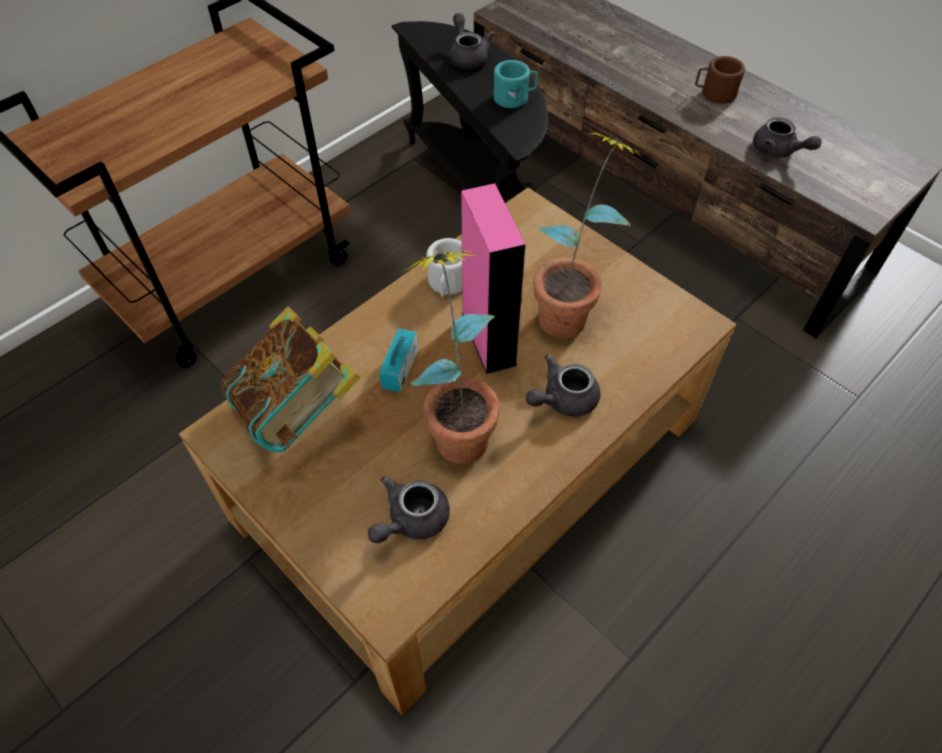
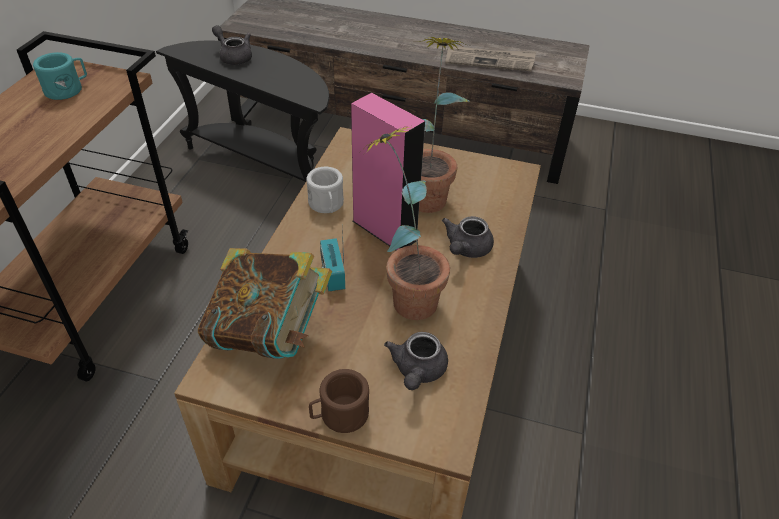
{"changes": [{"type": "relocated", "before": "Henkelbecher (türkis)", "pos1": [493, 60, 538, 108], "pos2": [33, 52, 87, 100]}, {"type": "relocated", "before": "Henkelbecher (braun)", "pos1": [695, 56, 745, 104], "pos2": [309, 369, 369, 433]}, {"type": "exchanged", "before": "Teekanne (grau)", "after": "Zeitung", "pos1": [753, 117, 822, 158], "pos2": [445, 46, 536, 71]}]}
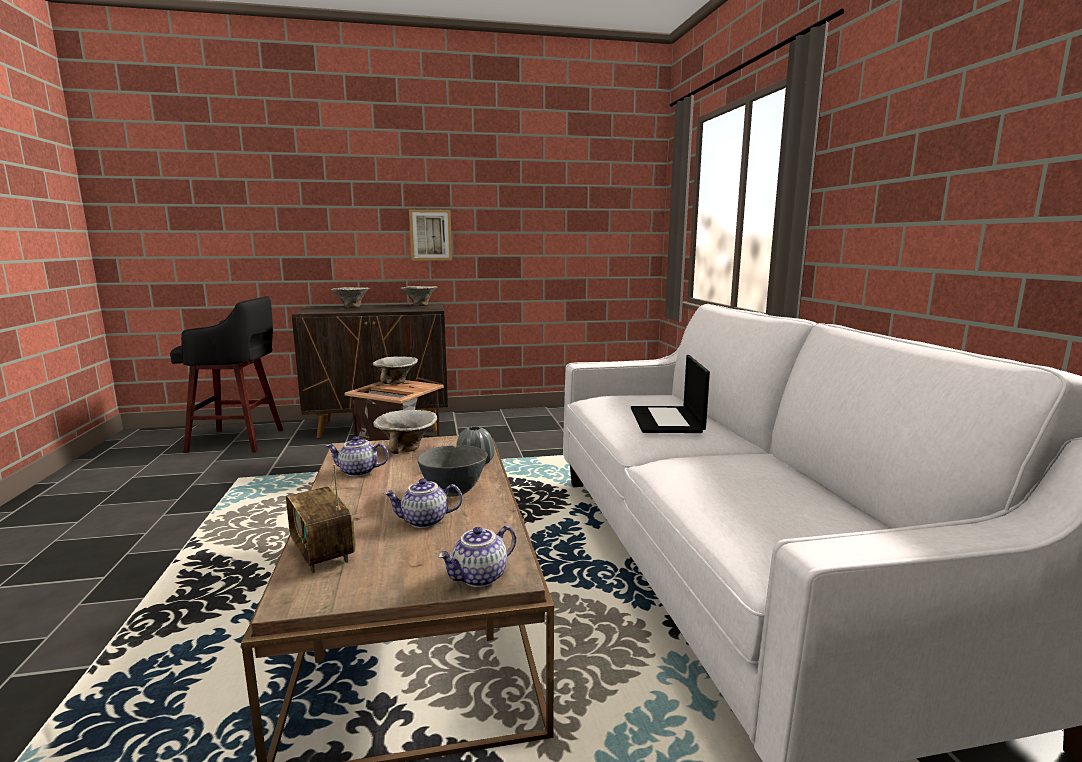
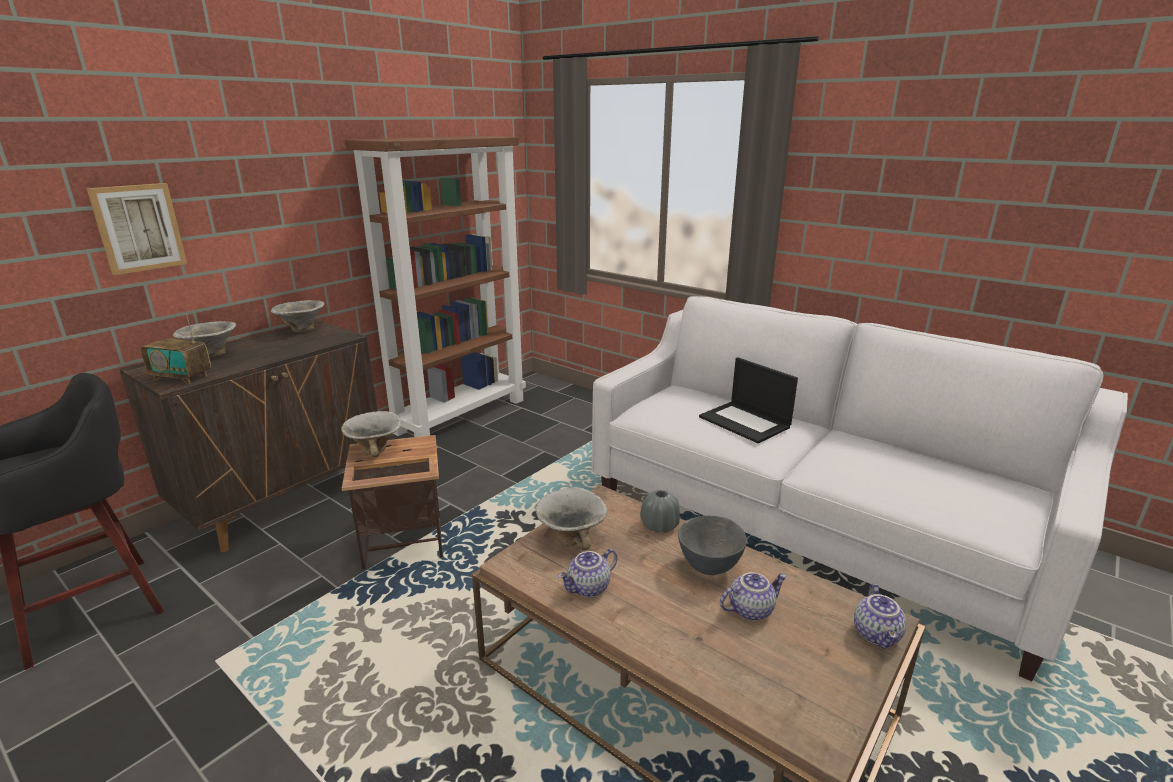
{"changes": [{"type": "relocated", "before": "Radio", "pos1": [286, 464, 355, 573], "pos2": [141, 314, 211, 384]}, {"type": "spun", "before": "Teekanne", "pos1": [384, 478, 463, 528], "pos2": [720, 572, 787, 621], "turn": -150}, {"type": "relocated", "before": "Bild", "pos1": [409, 209, 452, 261], "pos2": [87, 183, 187, 275]}, {"type": "appeared", "after": "Bücherregal (braun)", "pos2": [345, 136, 526, 437]}]}
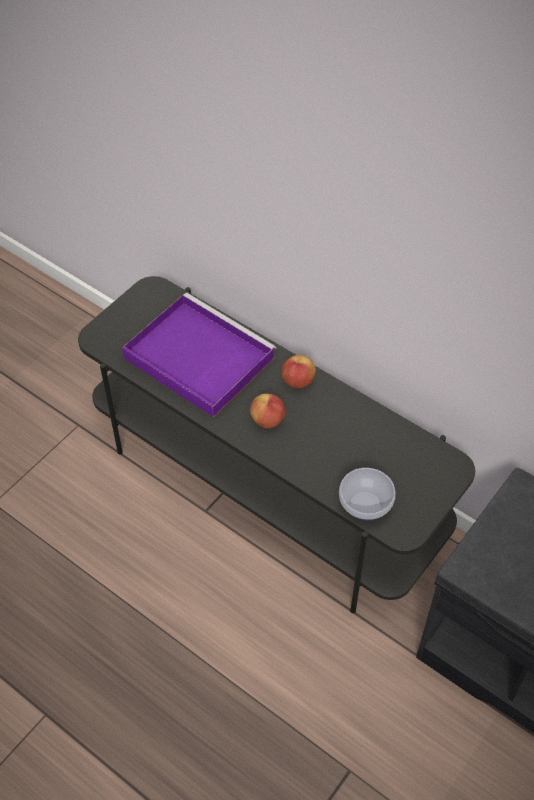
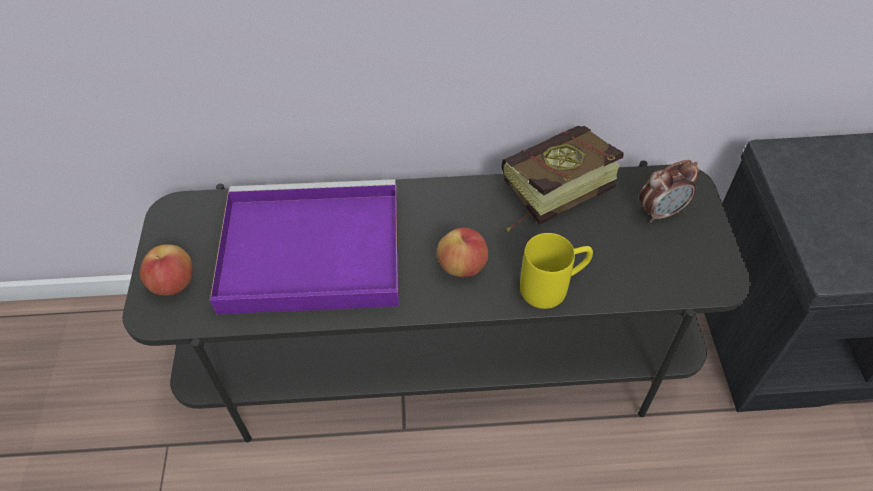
{"changes": [{"type": "relocated", "before": "Apfel", "pos1": [282, 355, 316, 388], "pos2": [139, 244, 193, 295]}, {"type": "missing", "before": "Schüssel", "pos1": [339, 468, 395, 521]}, {"type": "appeared", "after": "Buch", "pos2": [502, 126, 624, 232]}, {"type": "appeared", "after": "Henkelbecher (gelb)", "pos2": [520, 233, 593, 309]}, {"type": "appeared", "after": "Wecker", "pos2": [639, 160, 700, 223]}]}
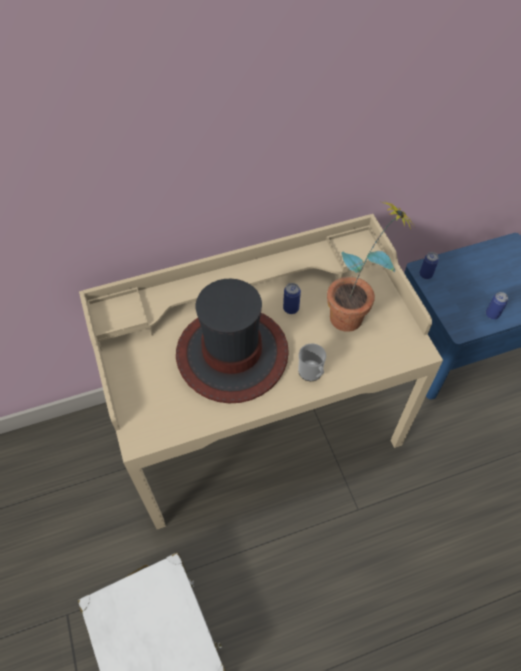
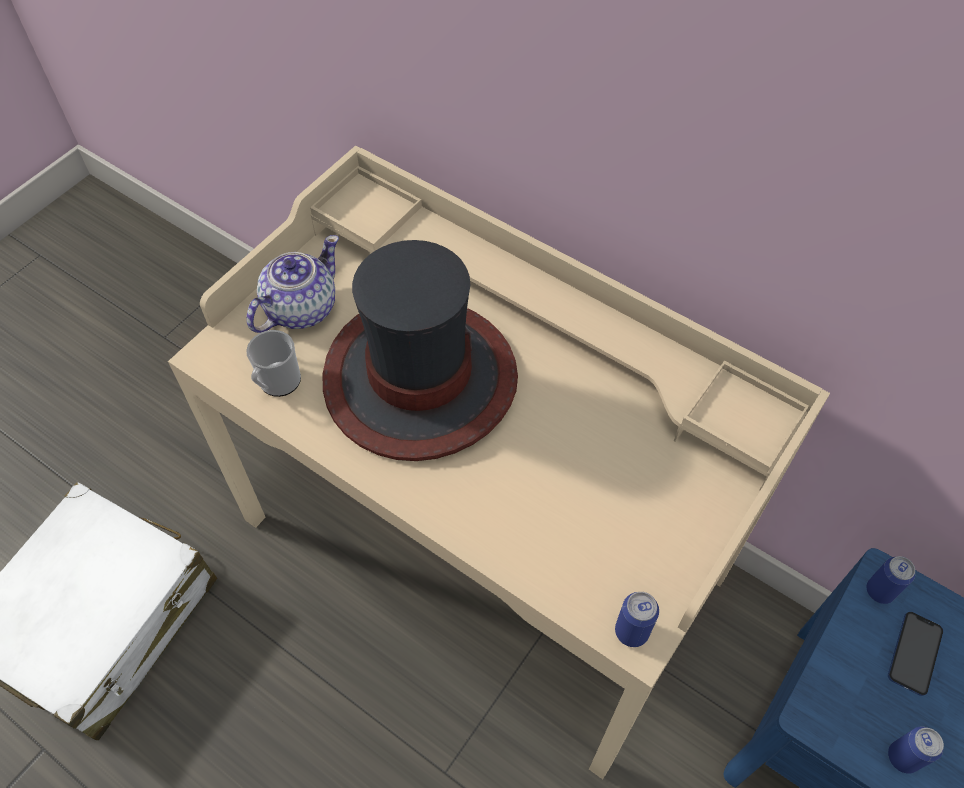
{"changes": [{"type": "relocated", "before": "Dose", "pos1": [283, 283, 301, 314], "pos2": [615, 592, 659, 647]}, {"type": "relocated", "before": "Henkelbecher", "pos1": [298, 343, 326, 381], "pos2": [246, 330, 301, 397]}, {"type": "missing", "before": "Topfpflanze", "pos1": [327, 198, 413, 332]}, {"type": "appeared", "after": "Teekanne", "pos2": [246, 235, 339, 333]}, {"type": "appeared", "after": "Handy", "pos2": [888, 612, 943, 696]}]}
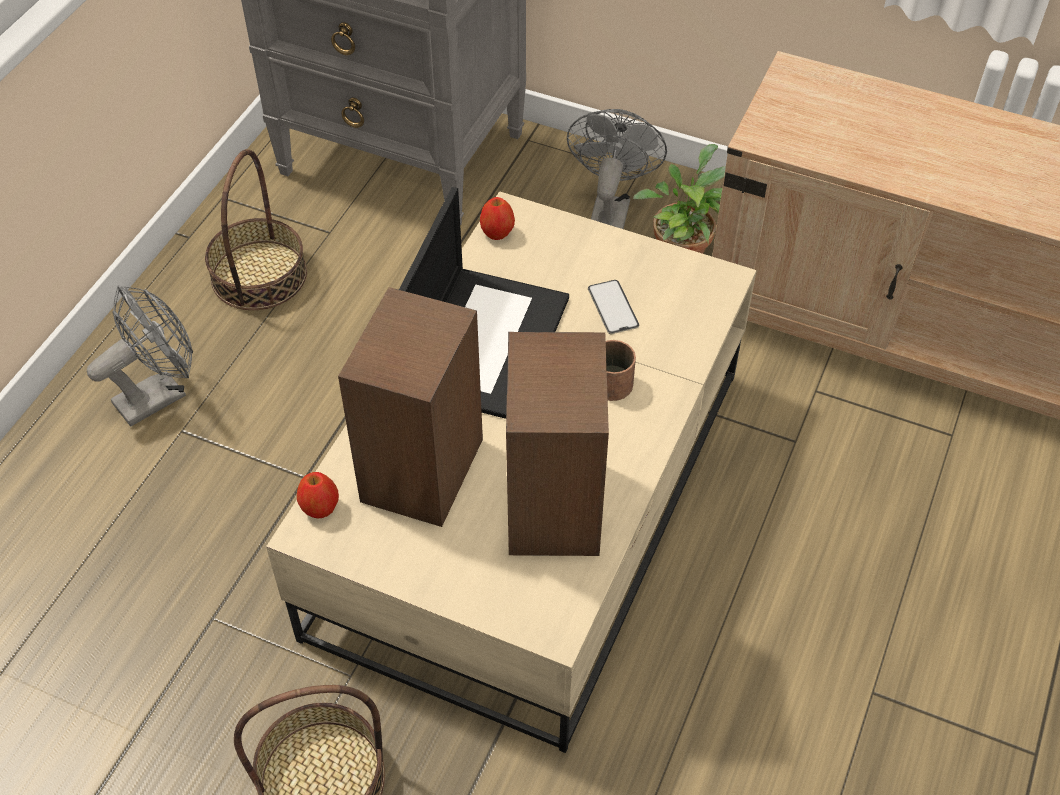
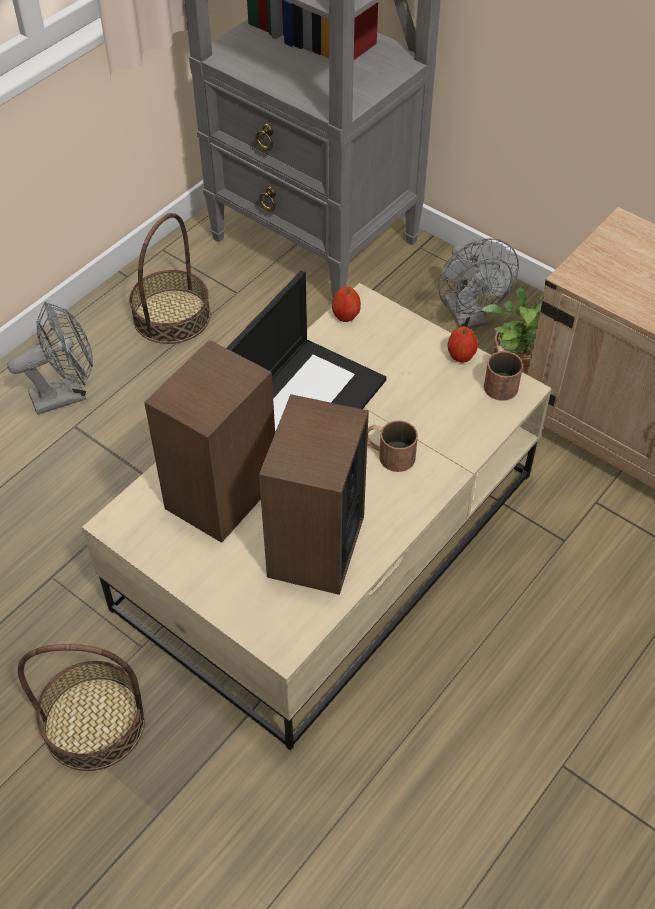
{"changes": [{"type": "relocated", "before": "Apfel", "pos1": [297, 472, 339, 519], "pos2": [447, 326, 478, 363]}, {"type": "spun", "before": "Ventilator (grau)", "pos1": [567, 109, 667, 229], "pos2": [438, 238, 519, 329], "turn": 135}, {"type": "missing", "before": "Handy", "pos1": [588, 280, 639, 334]}, {"type": "appeared", "after": "Henkelbecher (braun)", "pos2": [484, 345, 523, 401]}]}
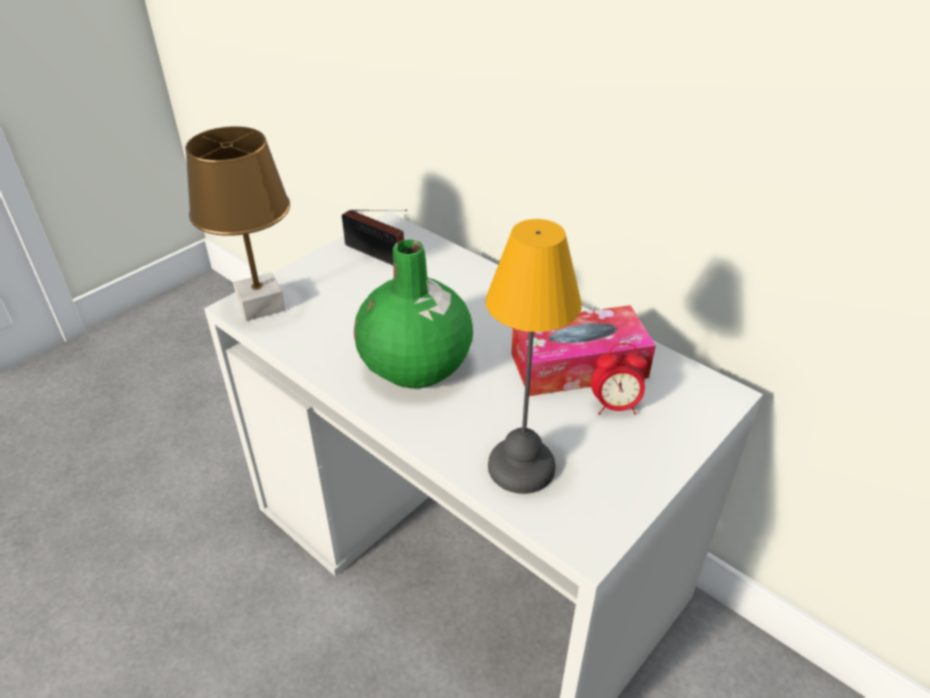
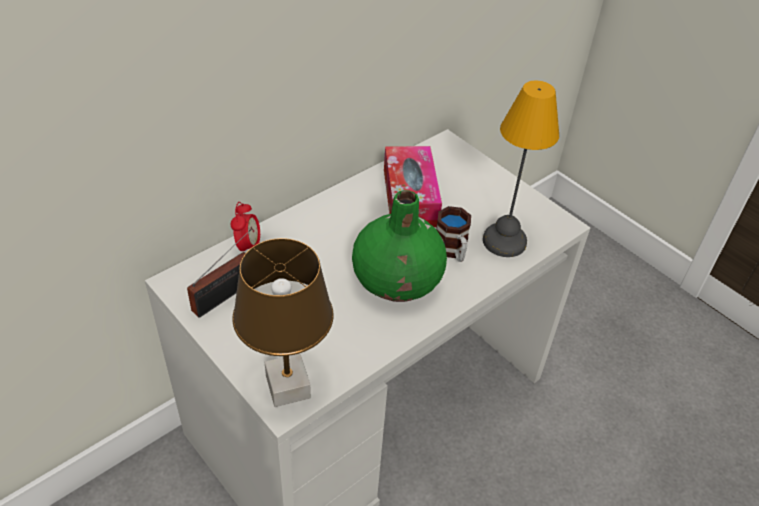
{"changes": [{"type": "relocated", "before": "Wecker", "pos1": [591, 343, 647, 415], "pos2": [231, 202, 260, 251]}, {"type": "appeared", "after": "Henkelbecher", "pos2": [436, 206, 471, 262]}]}
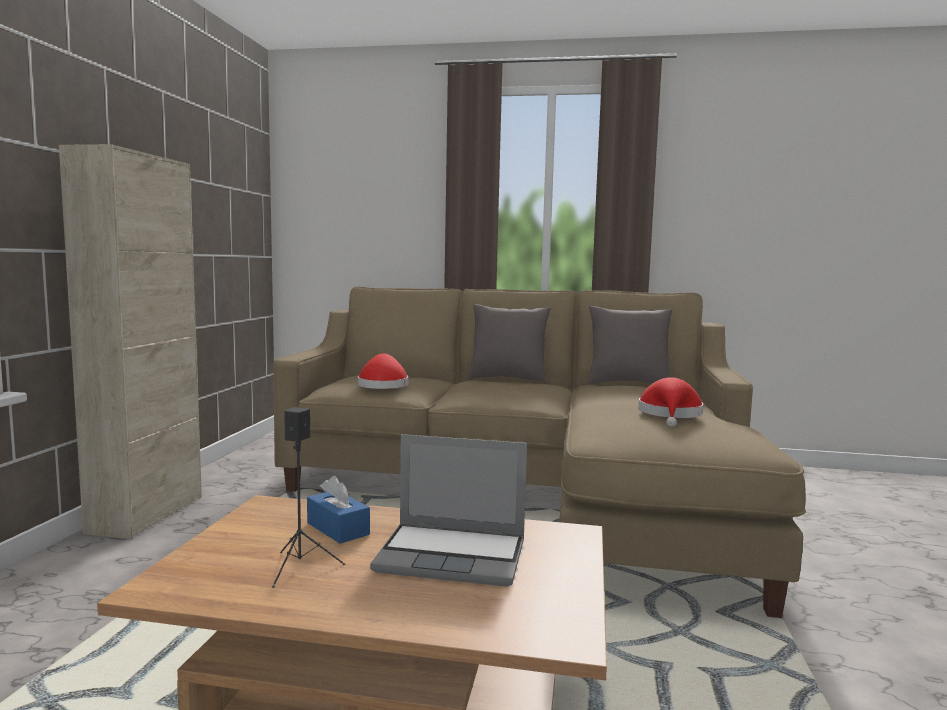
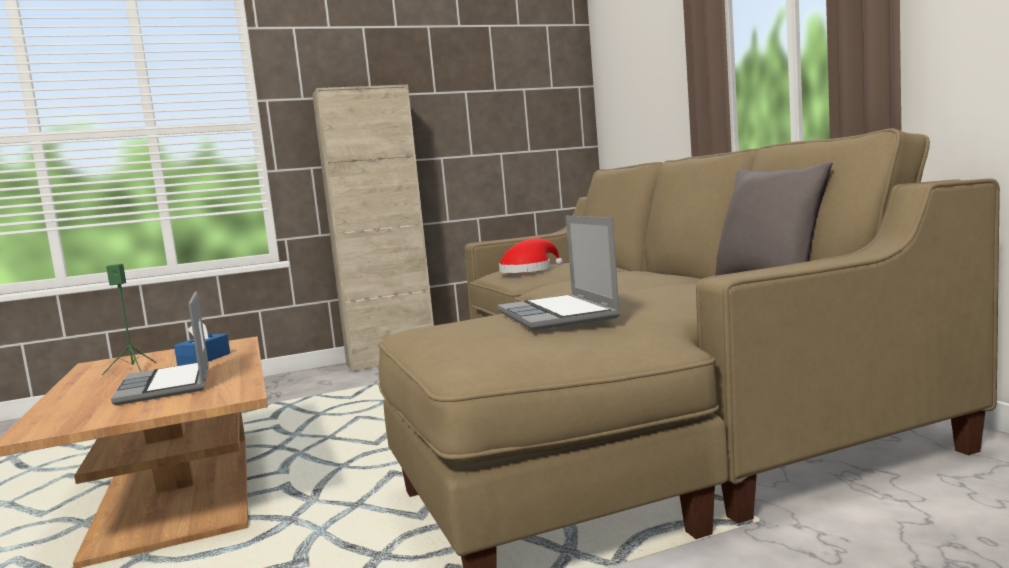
{"changes": [{"type": "colour", "before": "Lautsprecher (schwarz)", "after": "Lautsprecher (grün)", "pos1": [272, 407, 345, 588], "pos2": [102, 264, 157, 375]}, {"type": "missing", "before": "Kissen (grau)", "pos1": [467, 304, 551, 383]}, {"type": "exchanged", "before": "Hut (rot)", "after": "Laptop", "pos1": [638, 377, 703, 427], "pos2": [497, 216, 621, 331]}]}
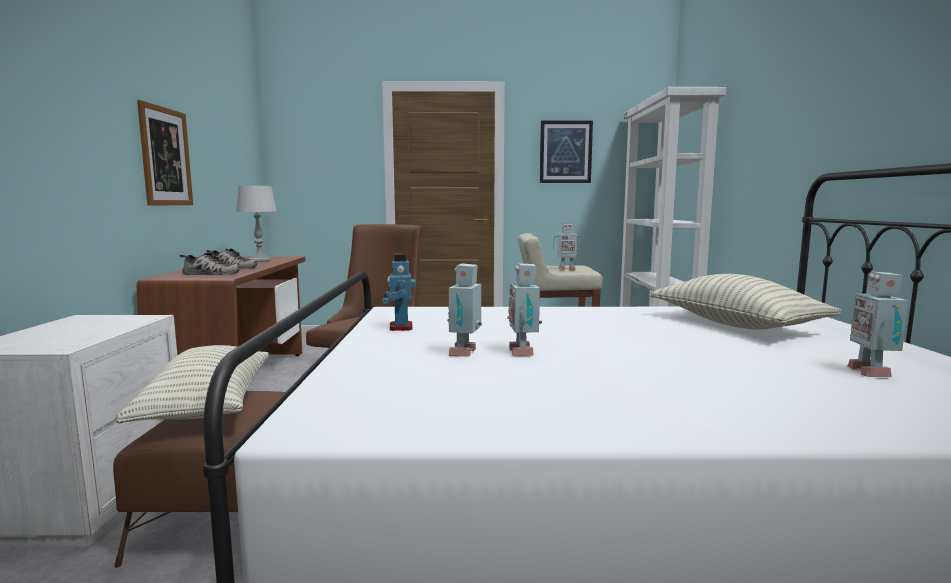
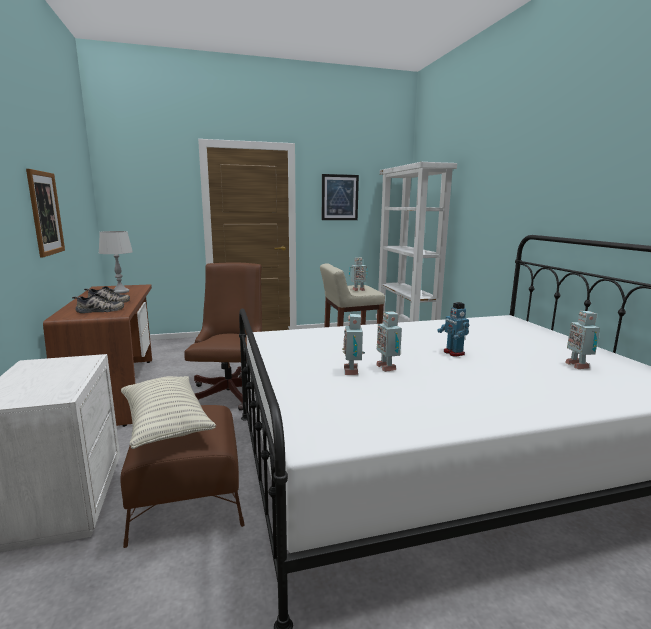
{"changes": [{"type": "relocated", "before": "Spielzeugroboter", "pos1": [382, 253, 416, 331], "pos2": [437, 302, 469, 357]}, {"type": "missing", "before": "Kissen", "pos1": [649, 274, 842, 329]}]}
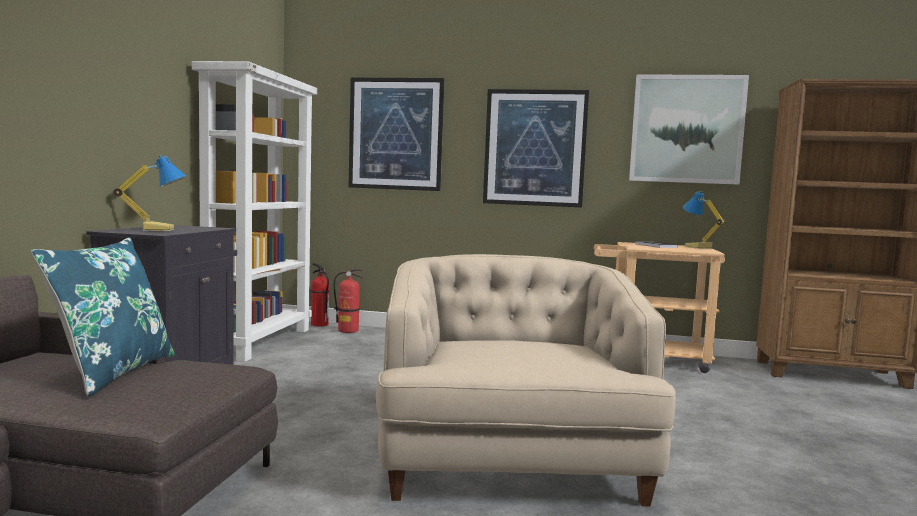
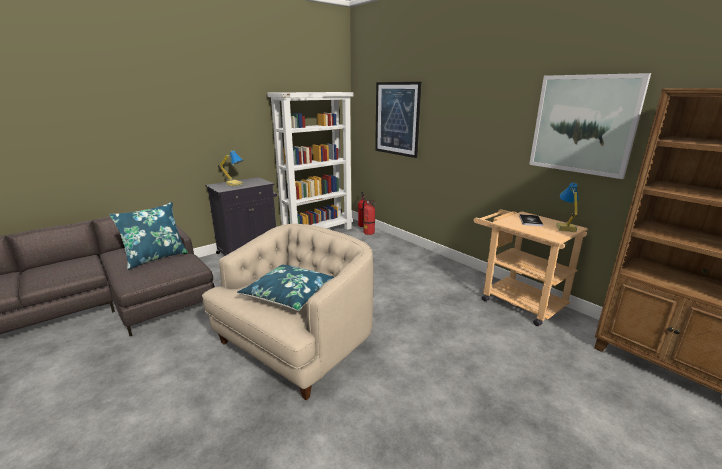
{"changes": [{"type": "missing", "before": "Bild", "pos1": [483, 89, 589, 207]}, {"type": "appeared", "after": "Kissen (blau)", "pos2": [237, 264, 334, 311]}]}
